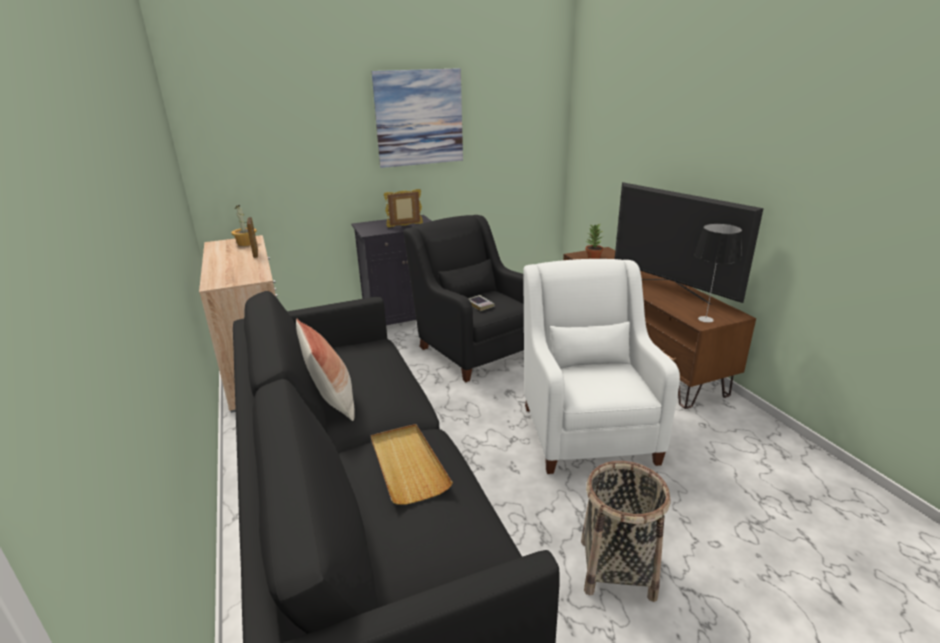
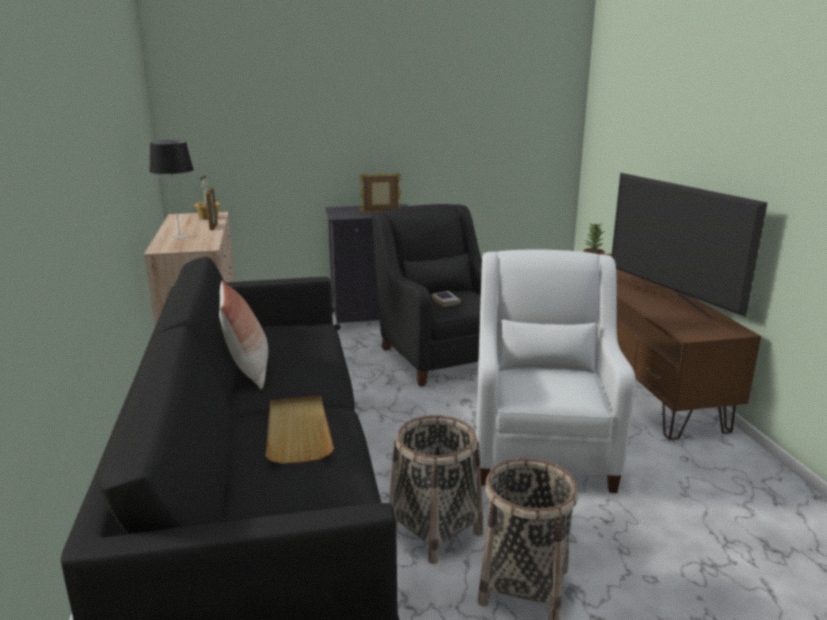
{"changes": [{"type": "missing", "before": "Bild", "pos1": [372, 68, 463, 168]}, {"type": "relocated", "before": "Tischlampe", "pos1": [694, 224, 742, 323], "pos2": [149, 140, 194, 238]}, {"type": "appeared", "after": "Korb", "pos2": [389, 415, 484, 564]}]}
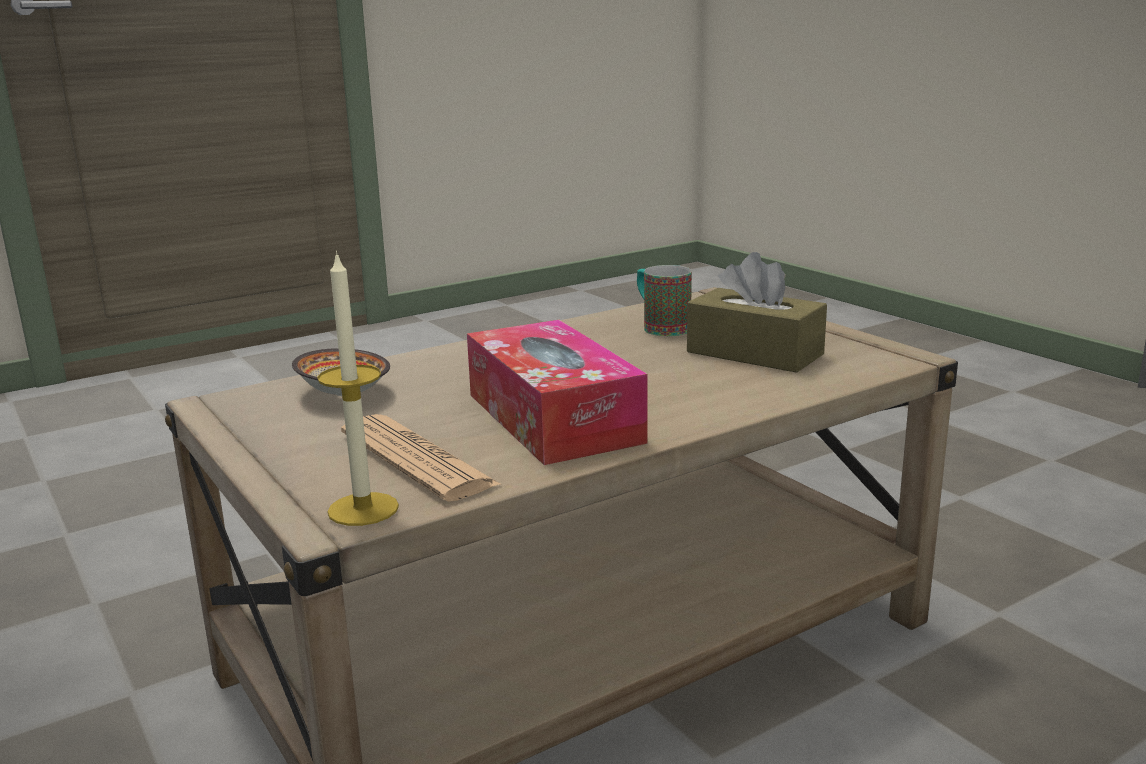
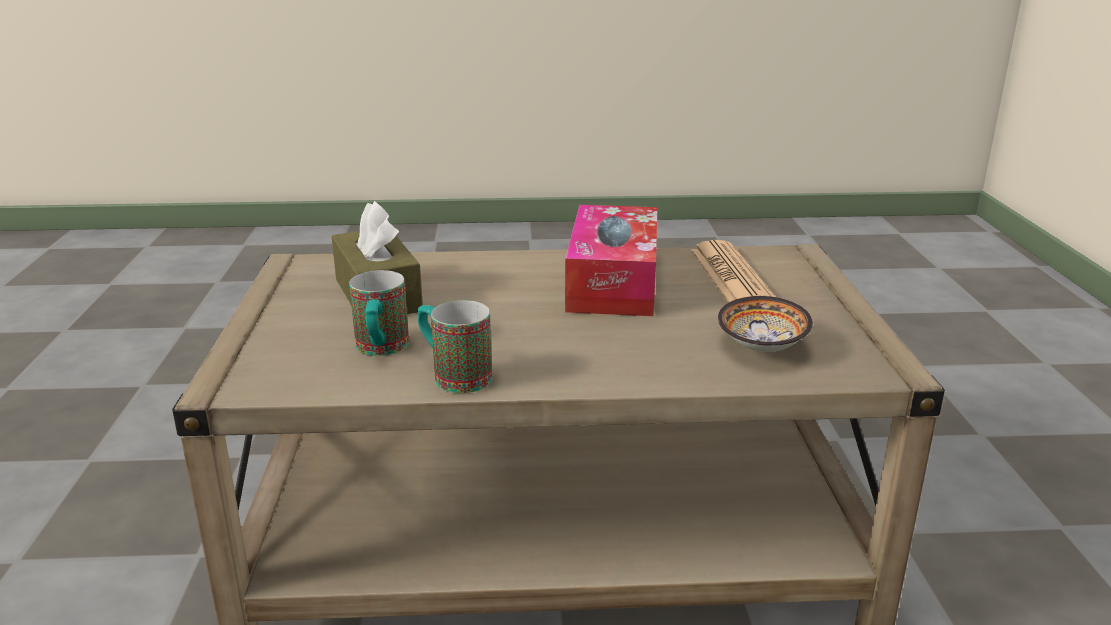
{"changes": [{"type": "missing", "before": "Kerze", "pos1": [317, 251, 399, 526]}, {"type": "appeared", "after": "Henkelbecher", "pos2": [418, 300, 492, 393]}]}
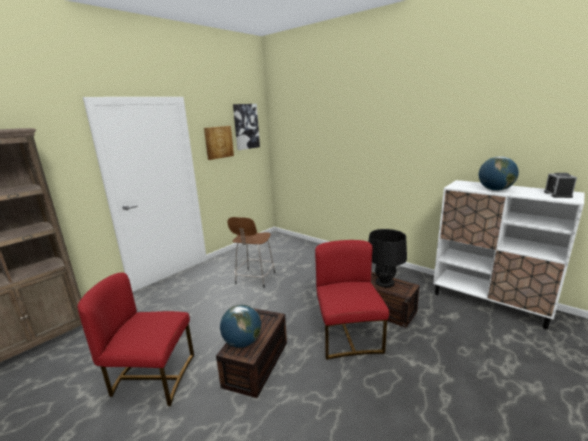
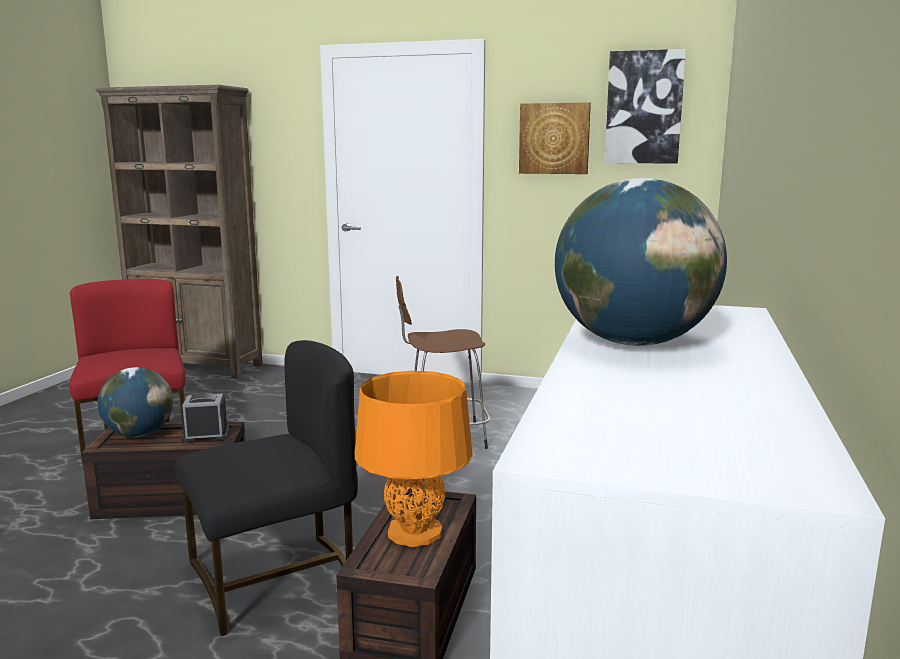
{"changes": [{"type": "colour", "before": "Stuhl (rot)", "after": "Stuhl (schwarz)", "pos1": [315, 240, 389, 360], "pos2": [175, 340, 358, 636]}, {"type": "colour", "before": "Tischlampe (schwarz)", "after": "Tischlampe (orange)", "pos1": [368, 229, 407, 288], "pos2": [355, 371, 473, 547]}, {"type": "relocated", "before": "Wecker", "pos1": [544, 173, 577, 198], "pos2": [181, 393, 229, 443]}]}
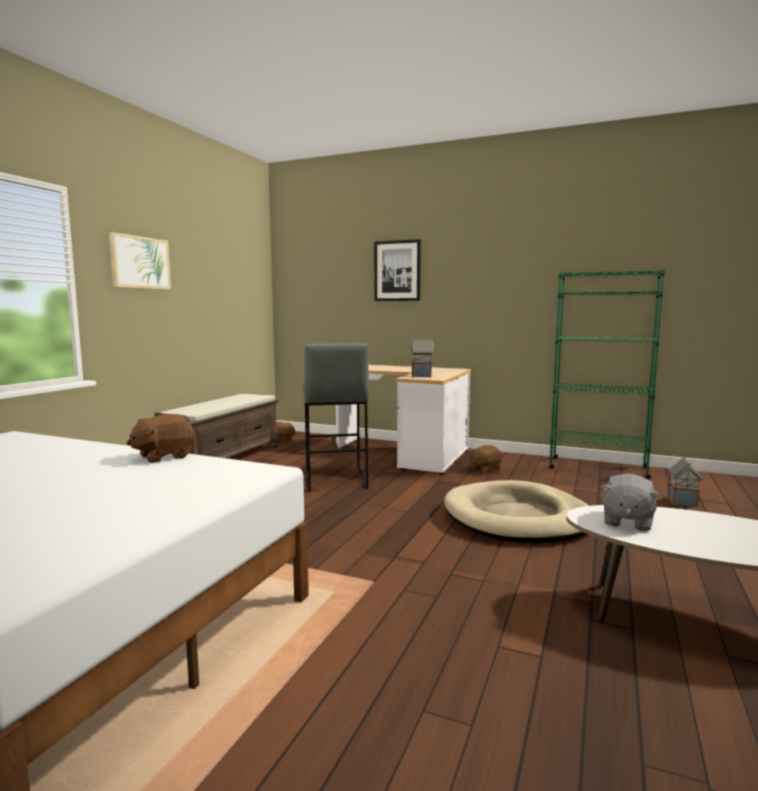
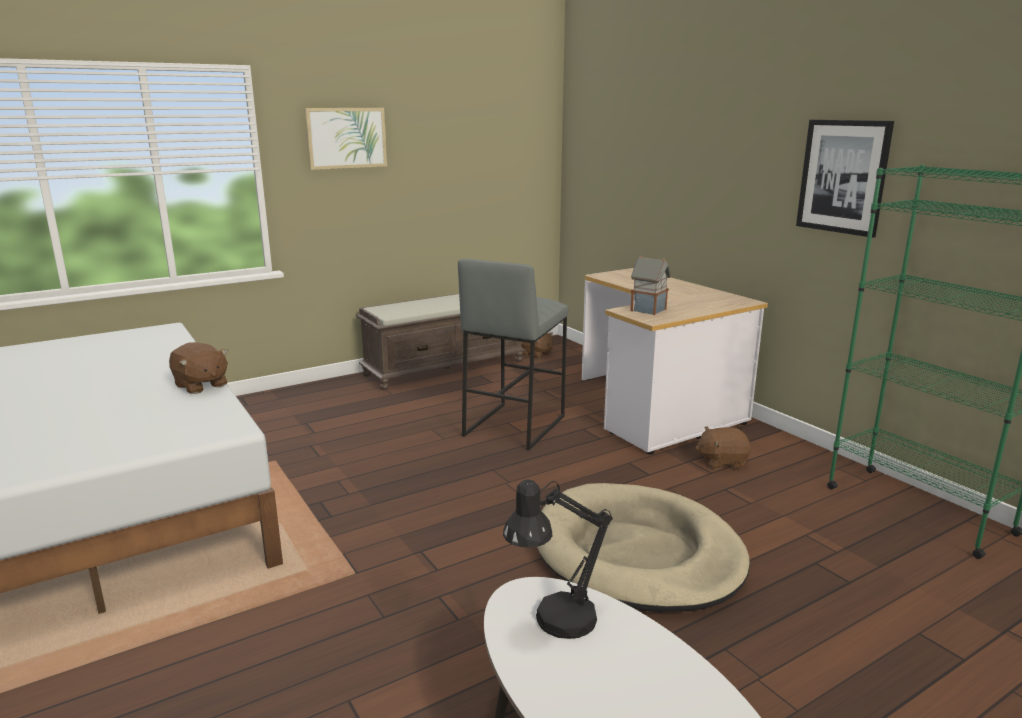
{"changes": [{"type": "spun", "before": "Plüschtier (braun)", "pos1": [127, 414, 195, 463], "pos2": [169, 342, 228, 394], "turn": -135}, {"type": "relocated", "before": "Bild", "pos1": [374, 239, 421, 301], "pos2": [796, 120, 894, 238]}, {"type": "exchanged", "before": "Plüschtier (grau)", "after": "Tischlampe (schwarz)", "pos1": [600, 474, 661, 531], "pos2": [503, 479, 613, 639]}, {"type": "missing", "before": "Spielzeughaus", "pos1": [668, 457, 703, 507]}]}
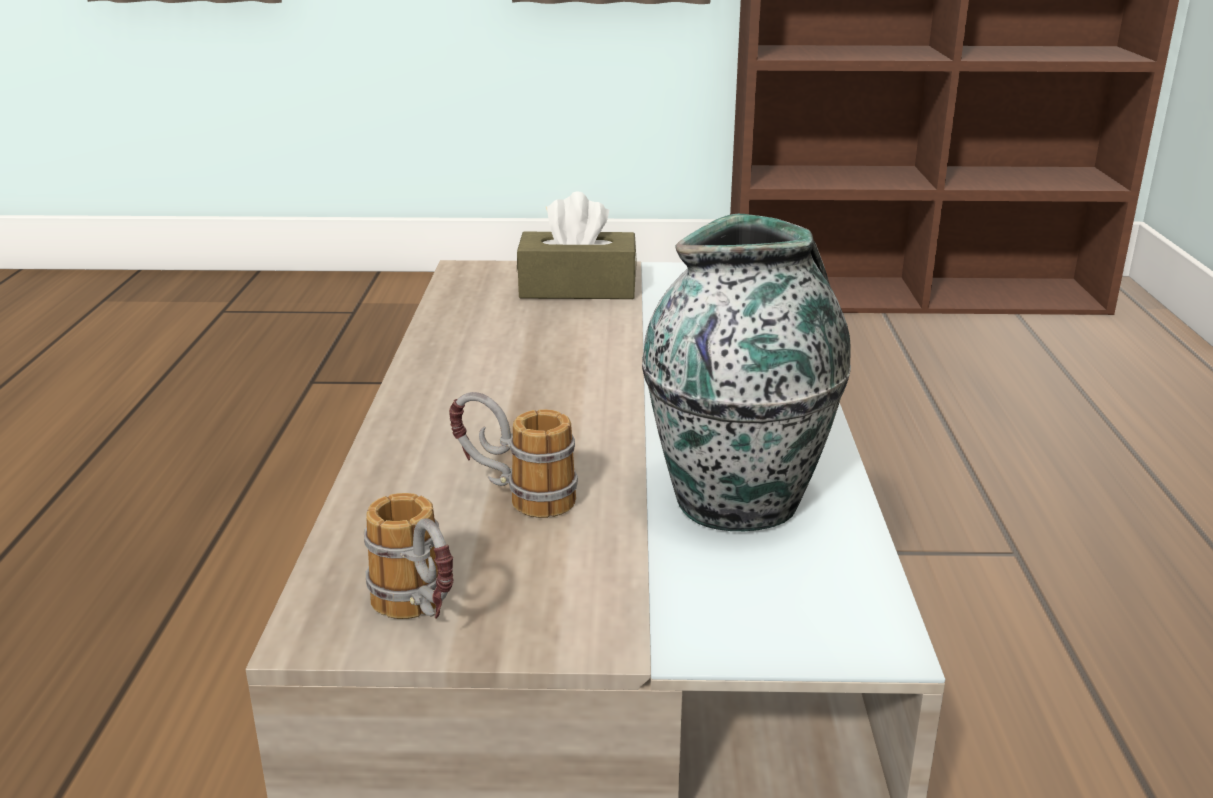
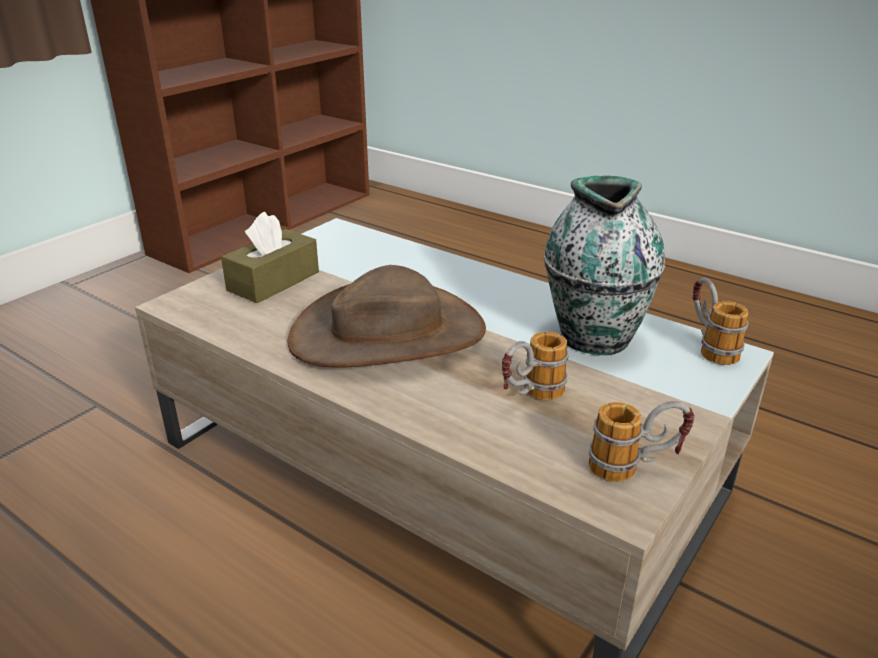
{"changes": [{"type": "appeared", "after": "Hut (braun)", "pos2": [288, 265, 486, 368]}, {"type": "appeared", "after": "Henkelbecher", "pos2": [692, 278, 748, 365]}]}
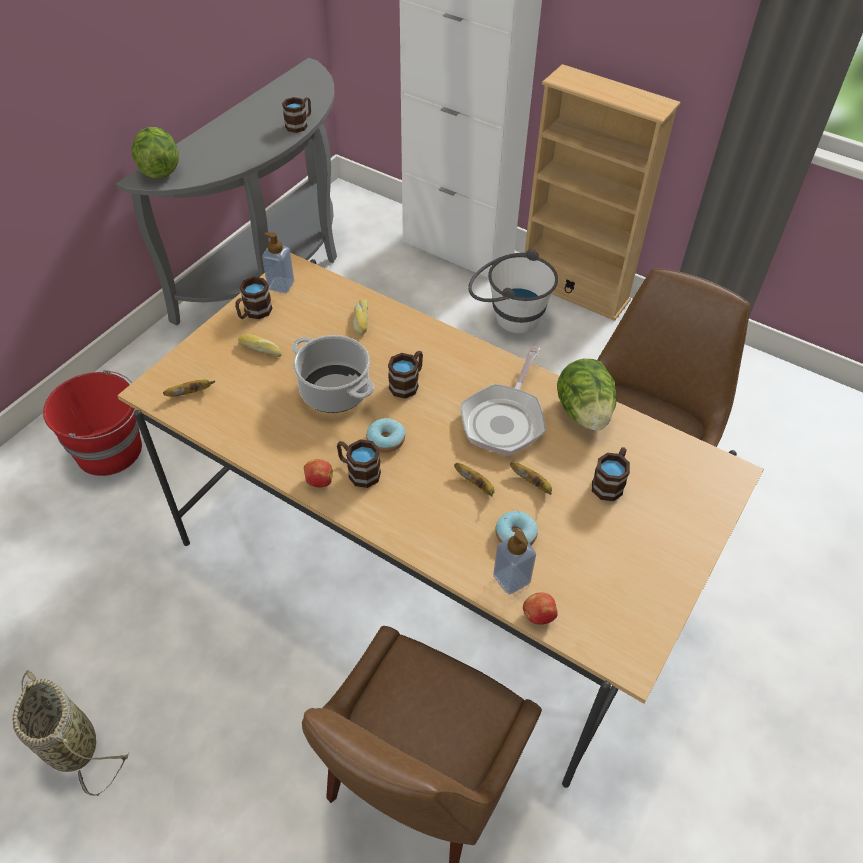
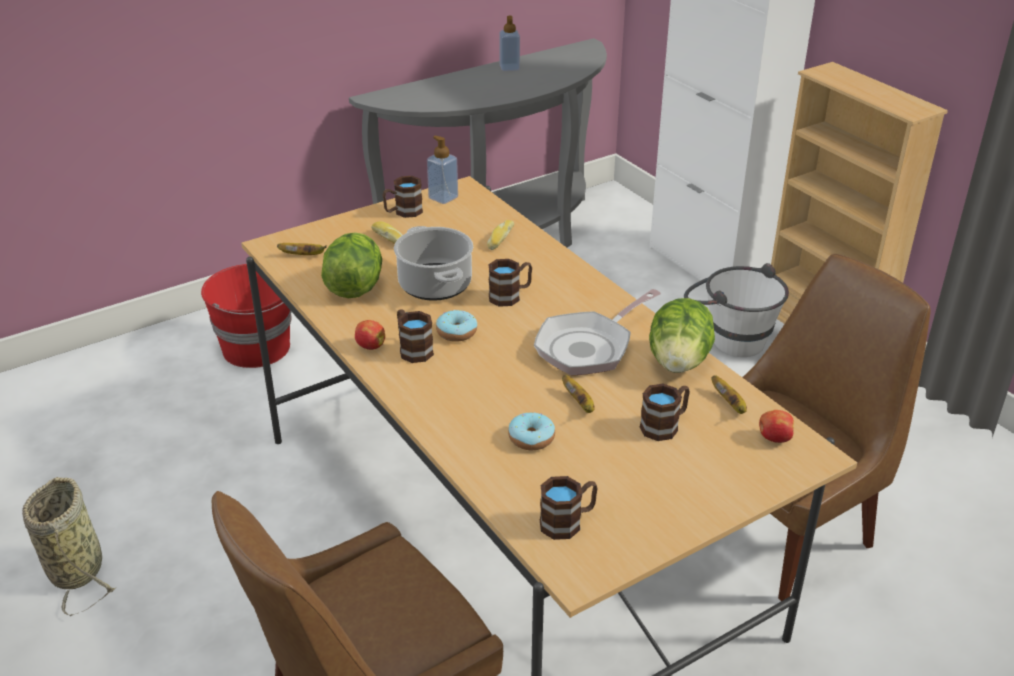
{"changes": [{"type": "relocated", "before": "Salatkopf", "pos1": [132, 127, 179, 179], "pos2": [321, 232, 382, 298]}, {"type": "relocated", "before": "Henkelbecher (braun)", "pos1": [282, 97, 311, 133], "pos2": [540, 476, 598, 540]}, {"type": "relocated", "before": "Banane", "pos1": [454, 463, 495, 497], "pos2": [711, 375, 747, 414]}, {"type": "relocated", "before": "Seifenspender", "pos1": [493, 530, 536, 594], "pos2": [499, 16, 520, 71]}, {"type": "relocated", "before": "Apfel", "pos1": [523, 592, 558, 625], "pos2": [759, 410, 794, 443]}]}
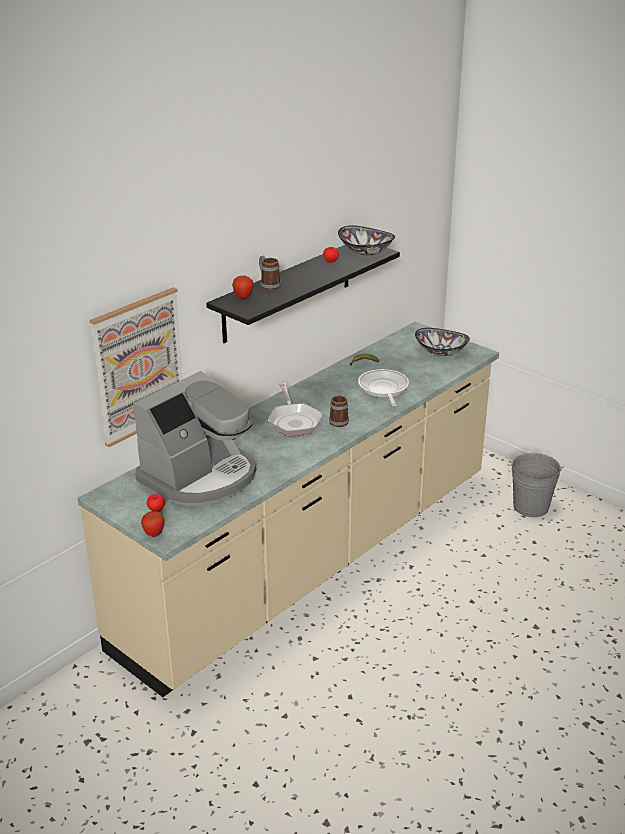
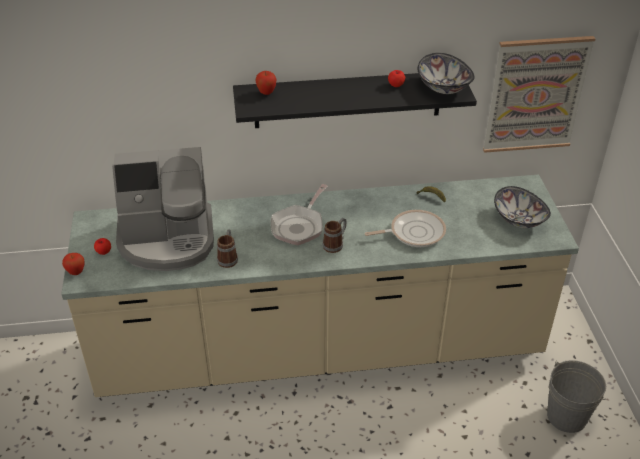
{"changes": [{"type": "relocated", "before": "Bild", "pos1": [90, 287, 183, 447], "pos2": [483, 36, 595, 153]}, {"type": "relocated", "before": "Henkelbecher", "pos1": [259, 256, 281, 290], "pos2": [217, 230, 238, 268]}, {"type": "spun", "before": "Pfanne", "pos1": [358, 369, 409, 407], "pos2": [365, 210, 446, 247], "turn": 45}]}
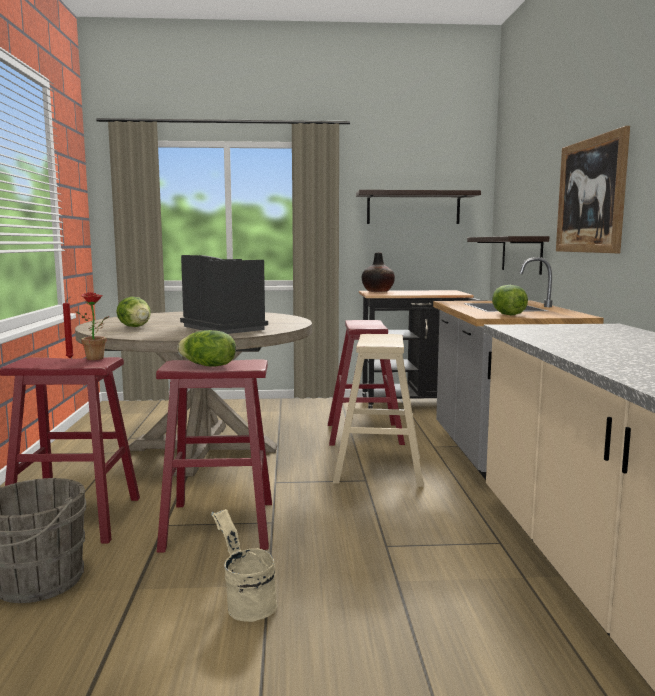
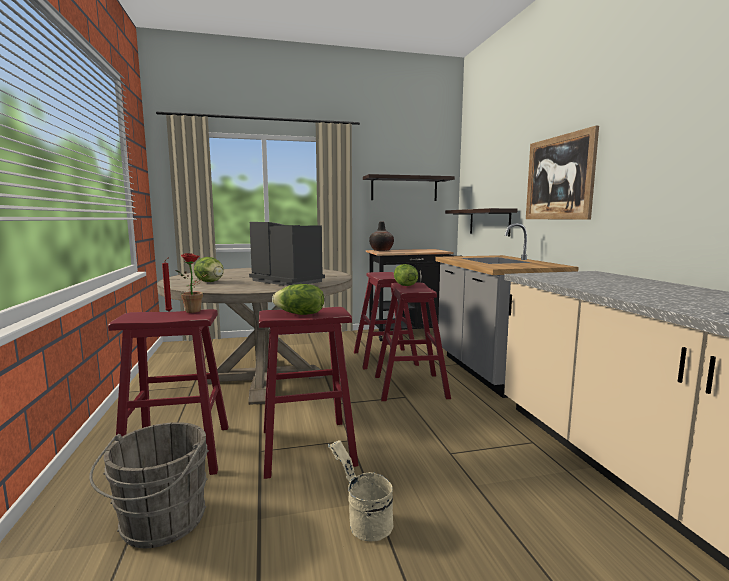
{"changes": [{"type": "colour", "before": "Hocker (beige)", "after": "Hocker (rot)", "pos1": [333, 334, 424, 487], "pos2": [375, 282, 451, 401]}, {"type": "relocated", "before": "Salatkopf", "pos1": [492, 285, 528, 315], "pos2": [394, 264, 418, 286]}]}
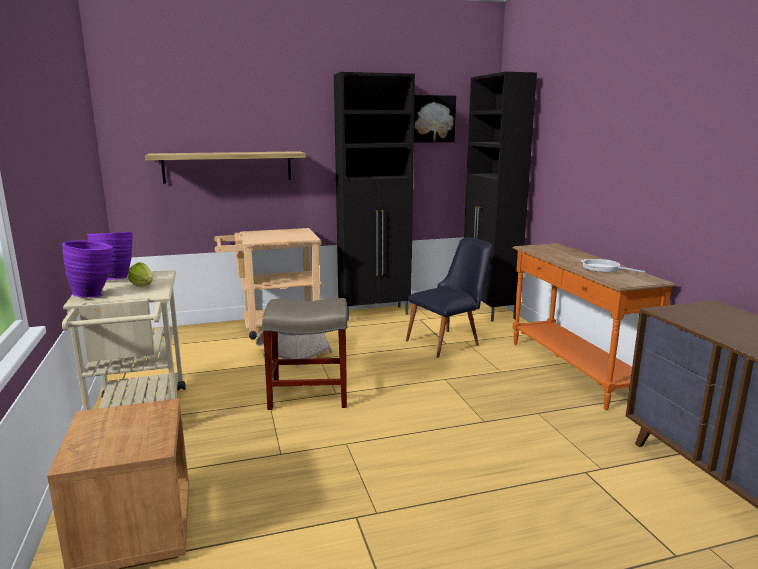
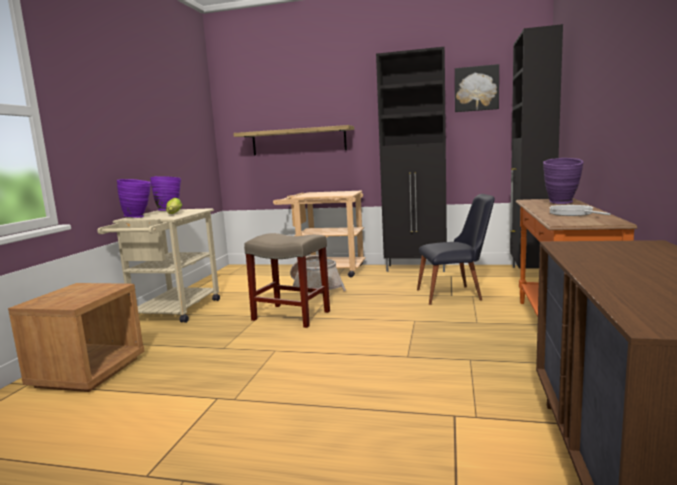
{"changes": [{"type": "appeared", "after": "Vase (lila)", "pos2": [543, 158, 584, 204]}]}
